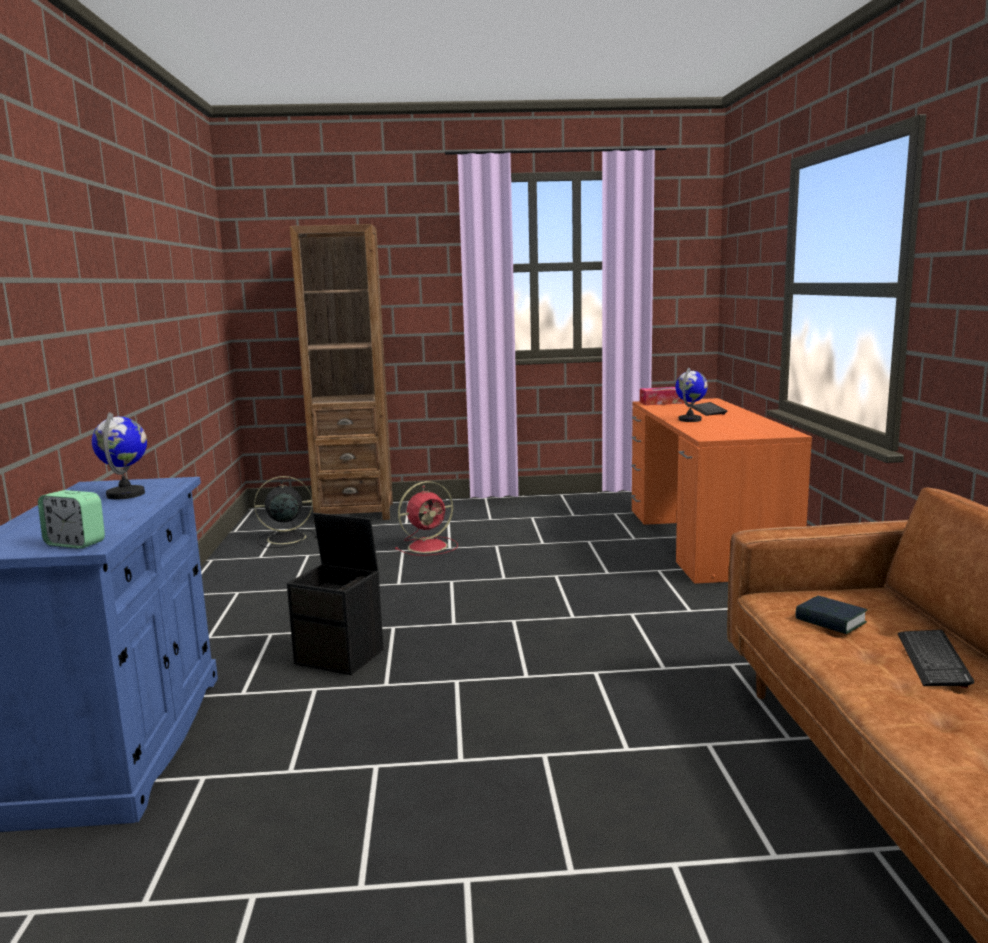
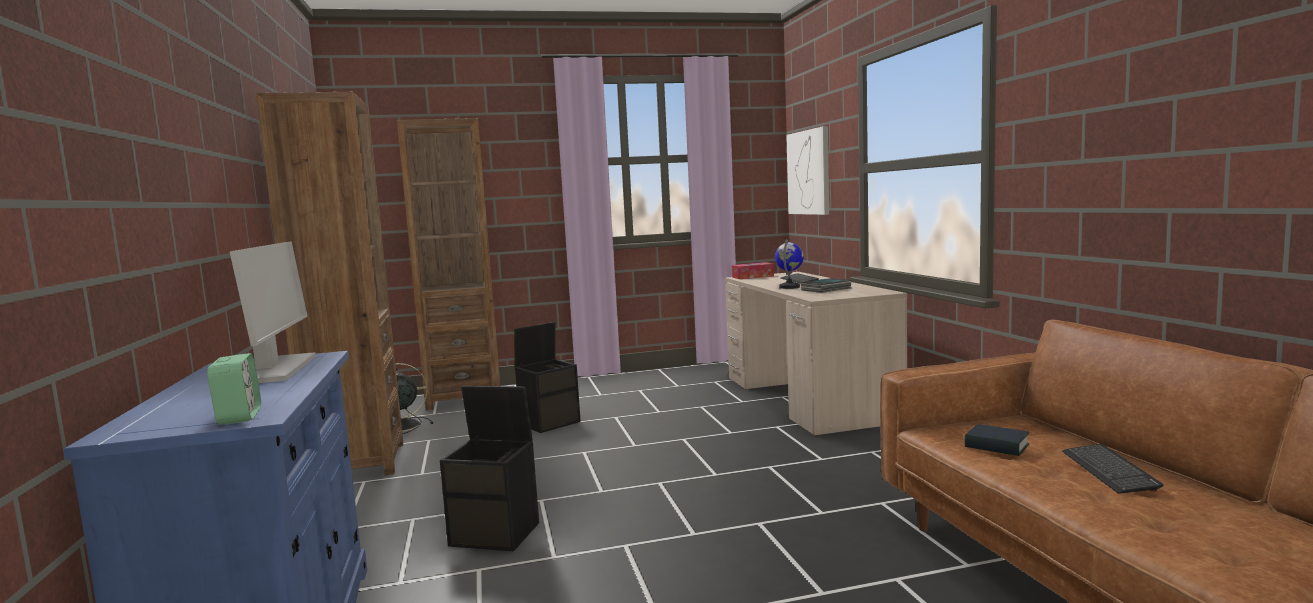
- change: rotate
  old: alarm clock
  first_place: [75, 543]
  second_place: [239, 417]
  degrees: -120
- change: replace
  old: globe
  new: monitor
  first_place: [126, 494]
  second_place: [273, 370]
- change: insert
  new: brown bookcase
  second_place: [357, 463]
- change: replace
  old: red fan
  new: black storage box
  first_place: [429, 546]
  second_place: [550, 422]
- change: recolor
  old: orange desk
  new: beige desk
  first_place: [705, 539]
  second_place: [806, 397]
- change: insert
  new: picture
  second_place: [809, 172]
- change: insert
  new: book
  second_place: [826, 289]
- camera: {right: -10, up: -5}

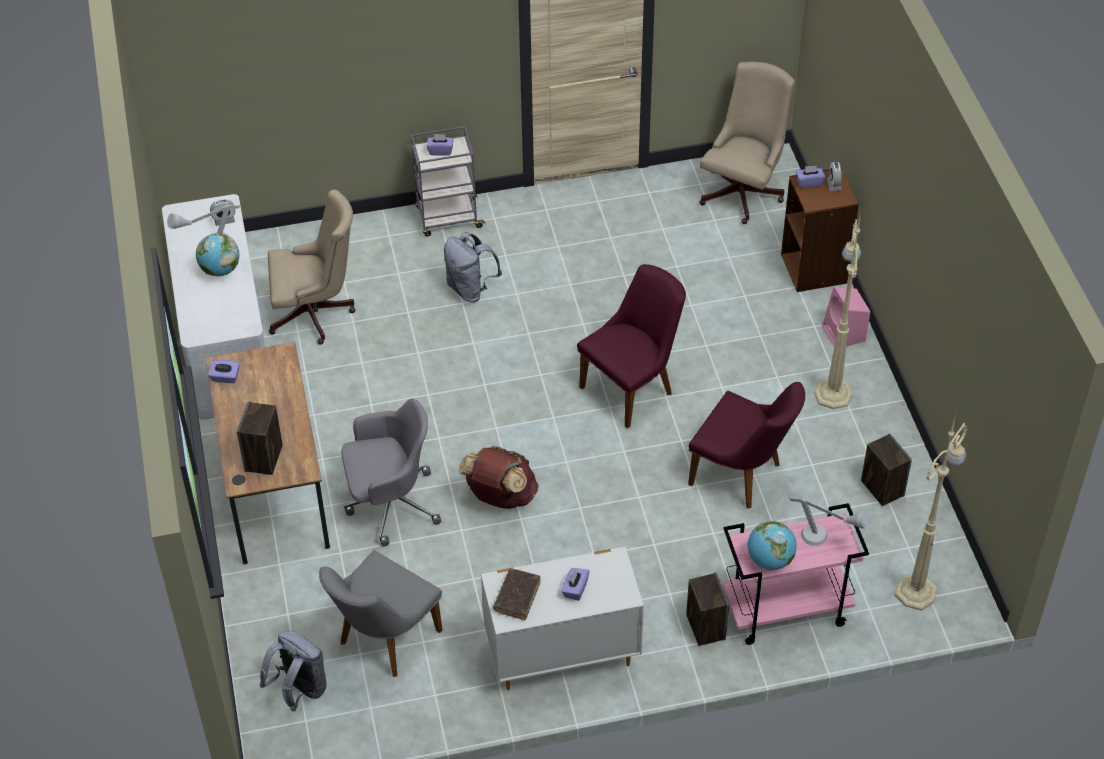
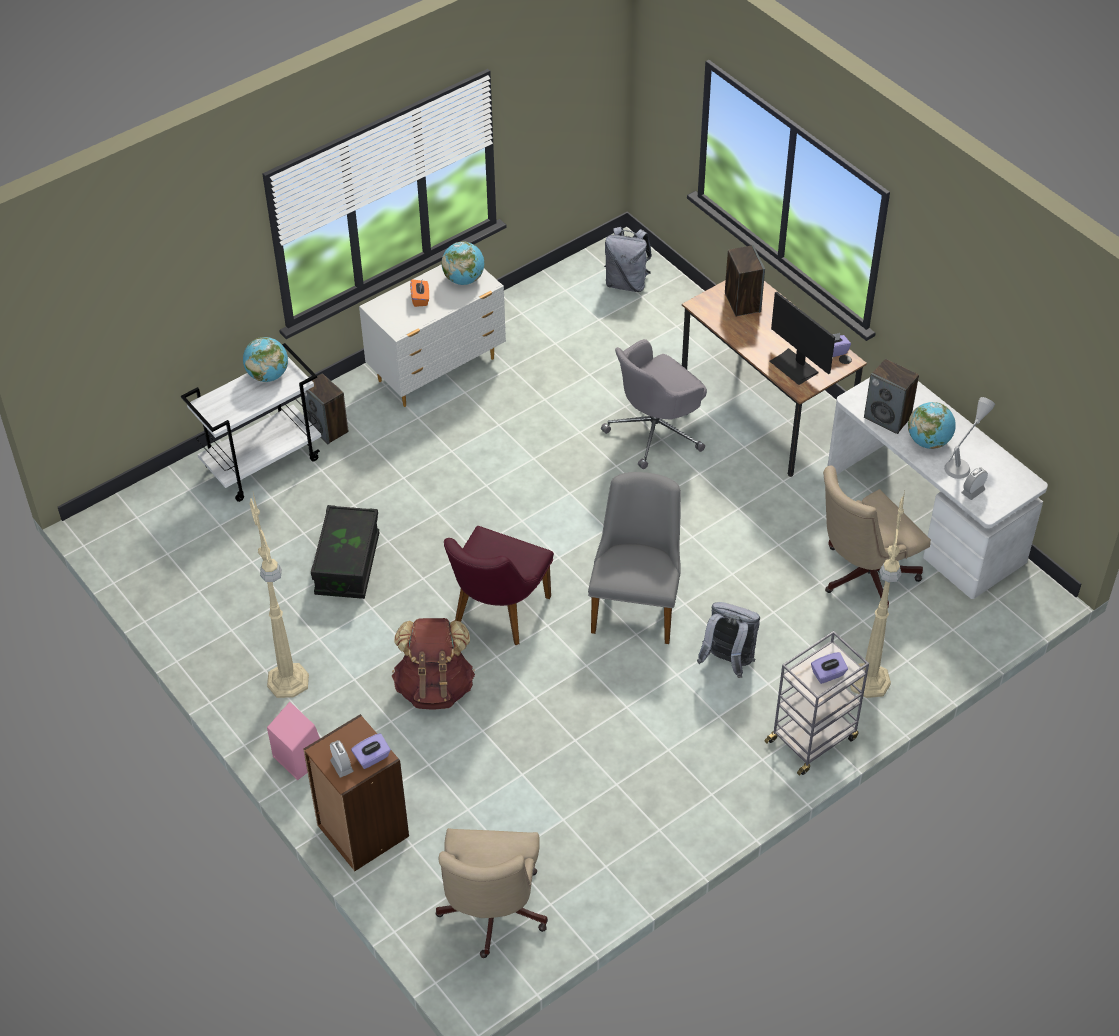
- change: recolor
  old: pink cart
  new: white cart
  first_place: [785, 611]
  second_place: [263, 463]
- change: replace
  old: purple chair
  new: black storage box
  first_place: [743, 476]
  second_place: [347, 564]
- change: move
  old: brown backpack
  first_place: [500, 497]
  second_place: [435, 687]
- change: recolor
  old: purple tissue box
  new: orange tissue box
  first_place: [575, 589]
  second_place: [420, 299]
- change: replace
  old: brown book
  new: globe
  first_place: [517, 597]
  second_place: [464, 279]
- change: move
  old: grey chair
  first_place: [383, 642]
  second_place: [637, 603]
- change: insert
  new: monitor
  second_place: [794, 366]
- change: move
  old: beige floor lamp
  first_place: [917, 591]
  second_place: [868, 682]
- change: move
  old: speaker
  first_place: [882, 488]
  second_place: [888, 417]
- change: delete
  old: grey table lamp
  first_place: [826, 540]
- camera: {right: 155, up: 0}

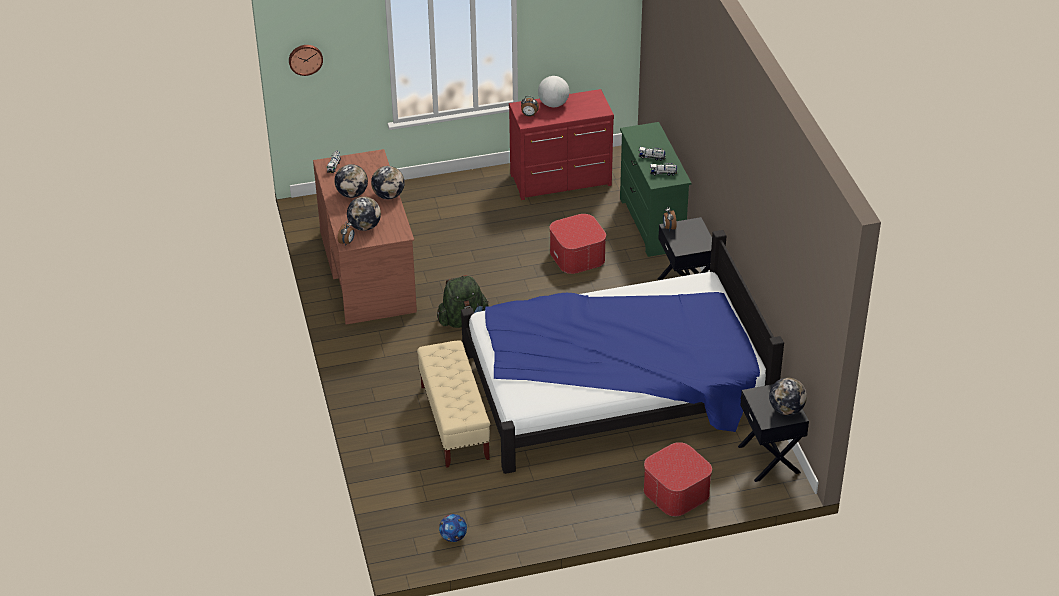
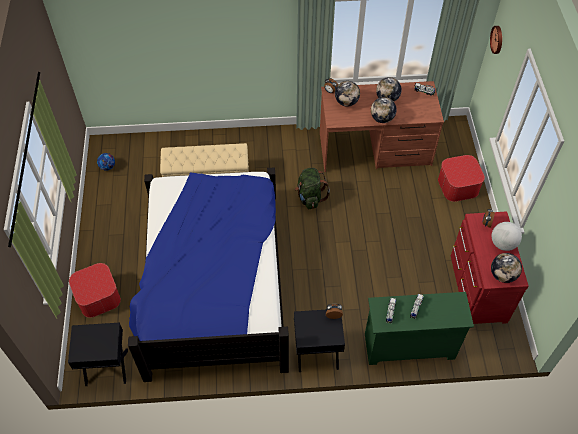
- change: move
  old: ottoman
  first_place: [577, 256]
  second_place: [458, 185]
- change: move
  old: globe
  first_place: [786, 409]
  second_place: [502, 275]
- camera: {right: 100, up: 15}

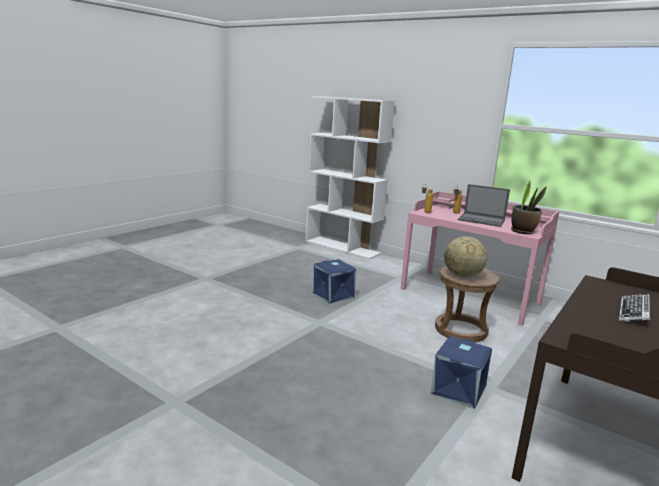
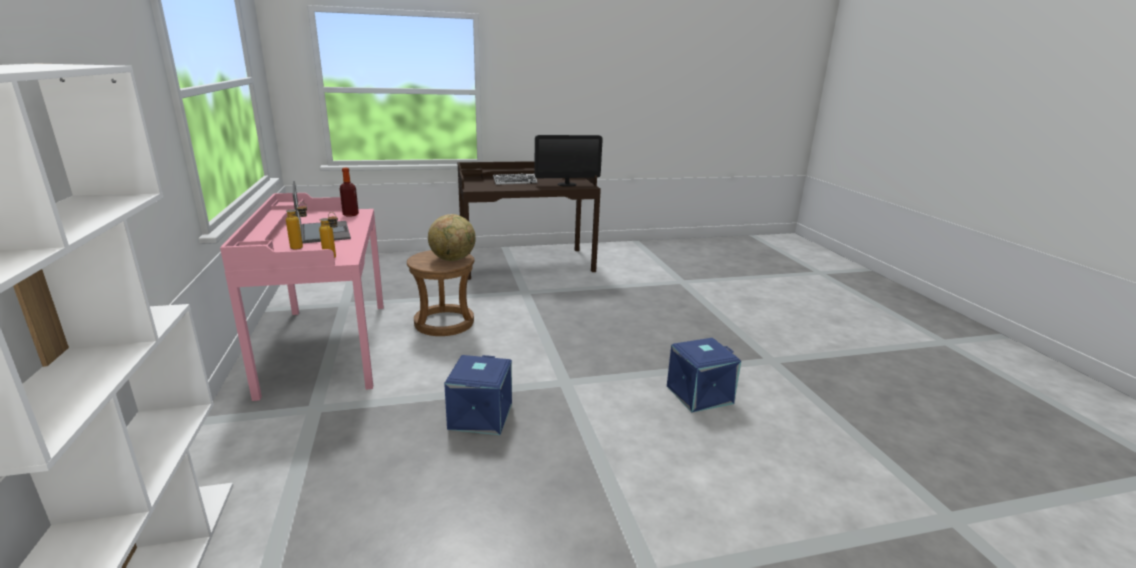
- change: replace
  old: potted plant
  new: bottle
  first_place: [523, 231]
  second_place: [350, 214]
- change: insert
  new: monitor
  second_place: [567, 184]
- change: move
  old: blue storage box
  first_place: [459, 390]
  second_place: [699, 394]
- camera: {right: -140, up: 5}

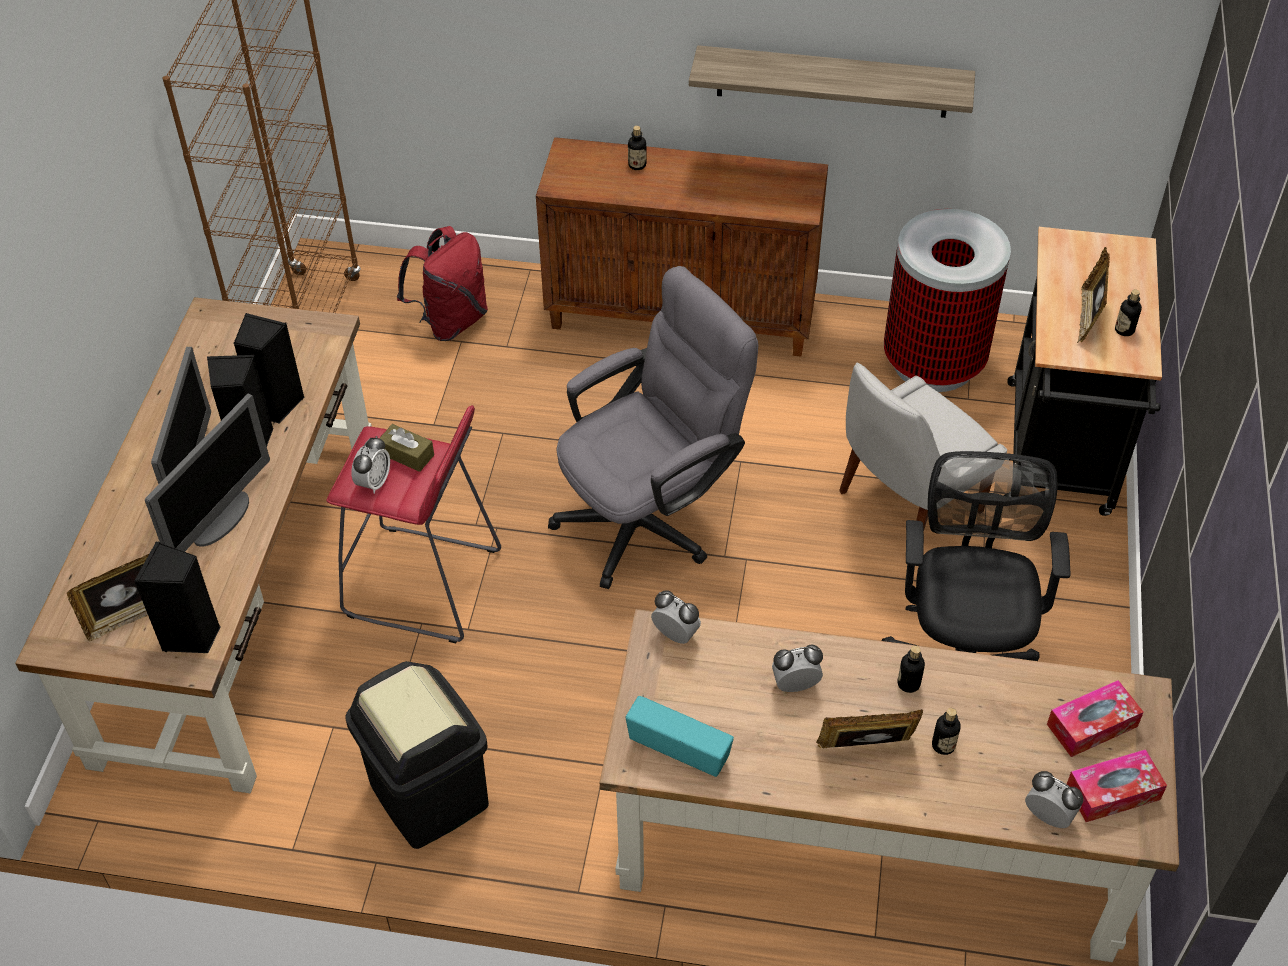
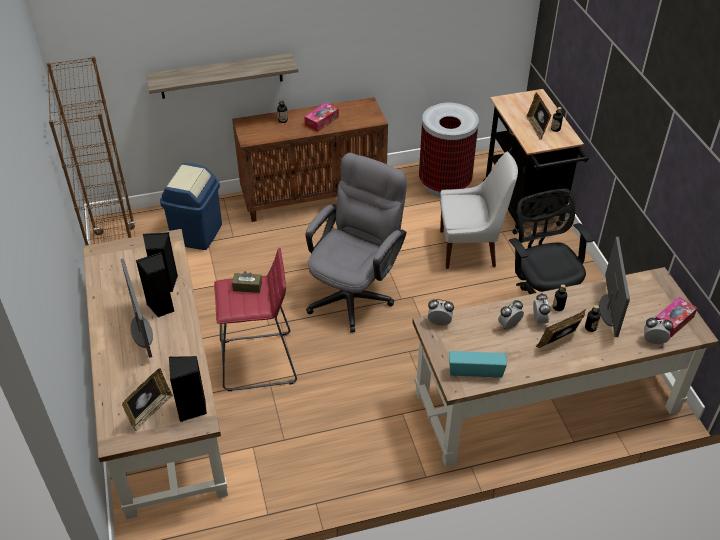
- change: move
  old: shelf
  first_place: [832, 81]
  second_place: [221, 76]
- change: replace
  old: red backpack
  new: blue trash can
  first_place: [451, 321]
  second_place: [196, 233]
- change: move
  old: tissue box
  first_place: [1092, 725]
  second_place: [321, 121]
- change: rotate
  old: white chair
  first_place: [905, 504]
  second_place: [470, 248]
  degrees: -120
- change: move
  old: alarm clock
  first_place: [374, 482]
  second_place: [539, 320]
- change: move
  old: monitor
  first_place: [222, 518]
  second_place: [609, 310]
- change: delete
  old: black trash can
  first_place: [428, 795]
- camera: {right: -25, up: -5}

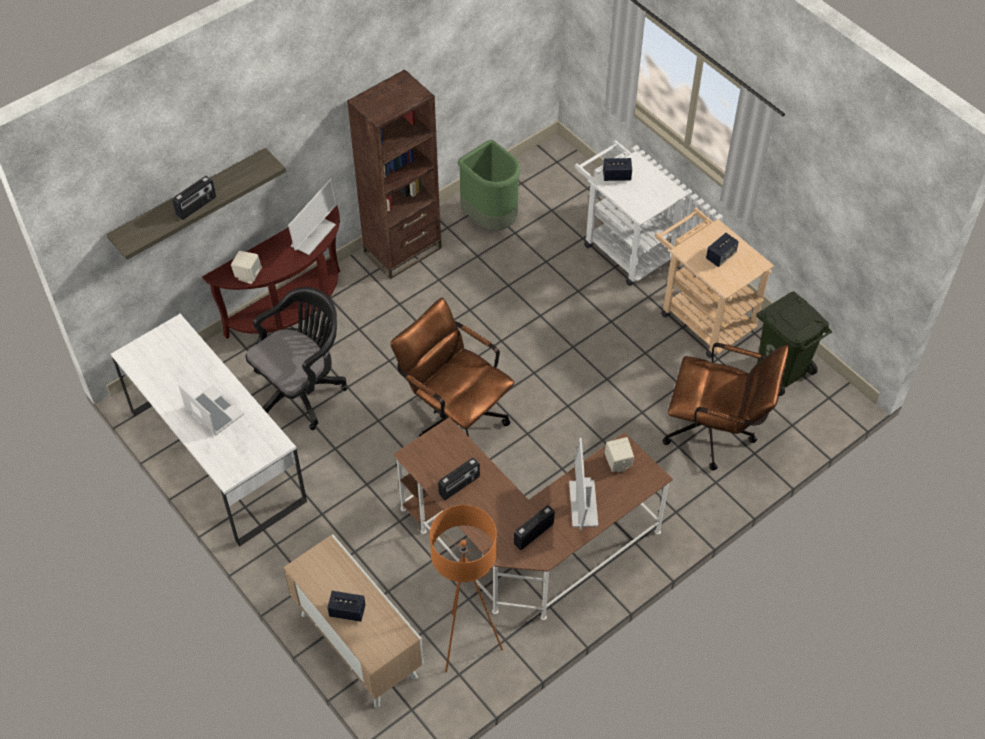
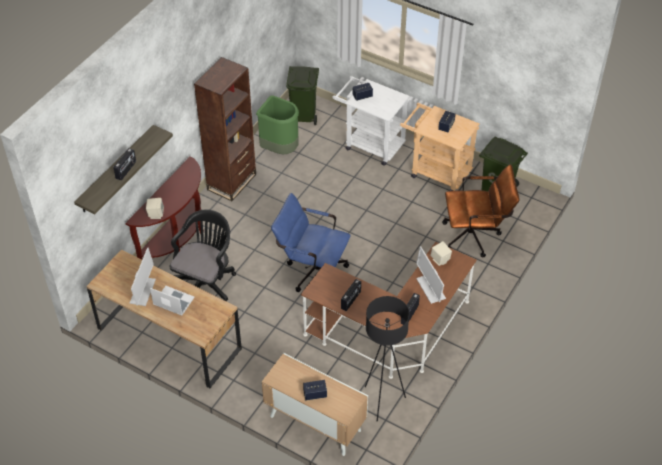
- change: recolor
  old: white desk
  new: brown desk
  first_place: [217, 456]
  second_place: [169, 338]
- change: move
  old: monitor
  first_place: [313, 236]
  second_place: [143, 291]
- change: recolor
  old: brown office chair
  new: blue office chair
  first_place: [455, 415]
  second_place: [311, 270]
- change: insert
  new: green trash can
  second_place: [304, 115]
- change: recolor
  old: orange floor lamp
  new: black floor lamp
  first_place: [466, 643]
  second_place: [382, 401]
- camera: {right: -20, up: -5}

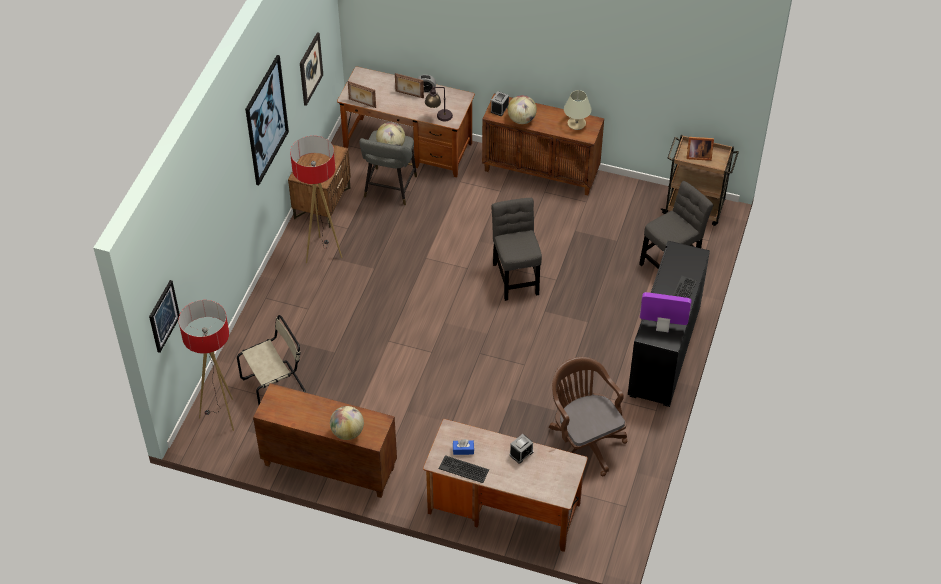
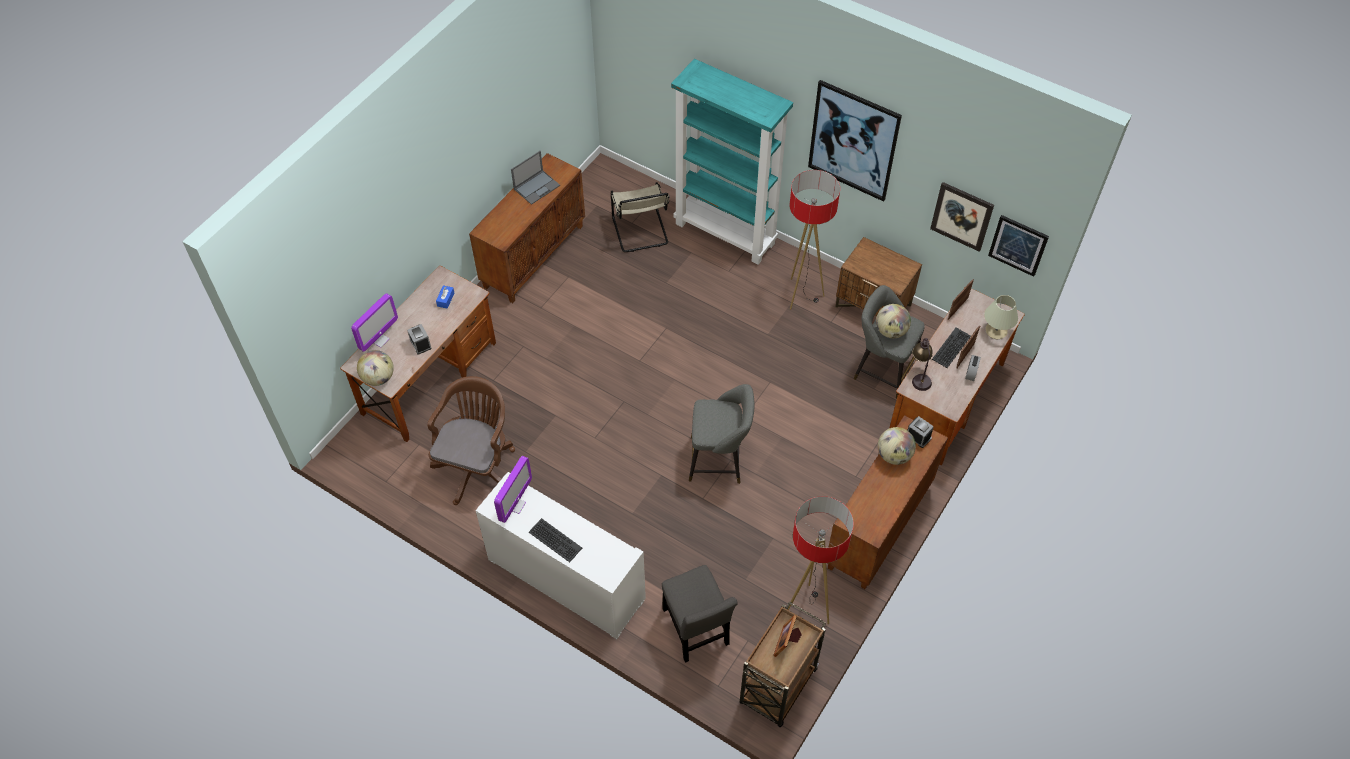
- change: insert
  new: monitor
  second_place: [379, 340]
- change: move
  old: globe
  first_place: [347, 432]
  second_place: [378, 378]
- change: rotate
  old: brown office chair
  first_place: [583, 441]
  second_place: [477, 465]
  degrees: -60
- change: recolor
  old: black cabinet
  new: white cabinet
  first_place: [664, 350]
  second_place: [566, 579]
- change: insert
  new: laptop
  second_place: [537, 187]
- change: insert
  new: turquoise bookcase
  second_place: [726, 233]
- change: replace
  old: grey chair
  new: grey stool
  first_place: [515, 276]
  second_place: [719, 460]
- change: move
  old: floor lamp
  first_place: [221, 415]
  second_place: [807, 608]
- change: move
  old: keyboard
  first_place: [464, 469]
  second_place: [951, 348]
- change: move
  old: beige table lamp
  first_place: [576, 123]
  second_place: [996, 331]
- change: move
  old: picture
  first_place: [163, 316]
  second_place: [1018, 245]
- camera: {right: 105, up: 5}

